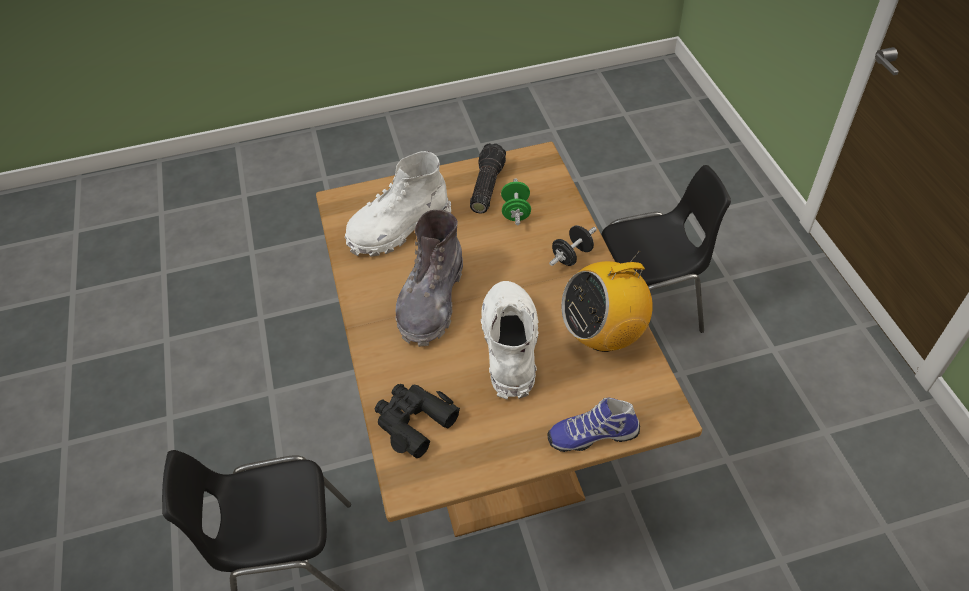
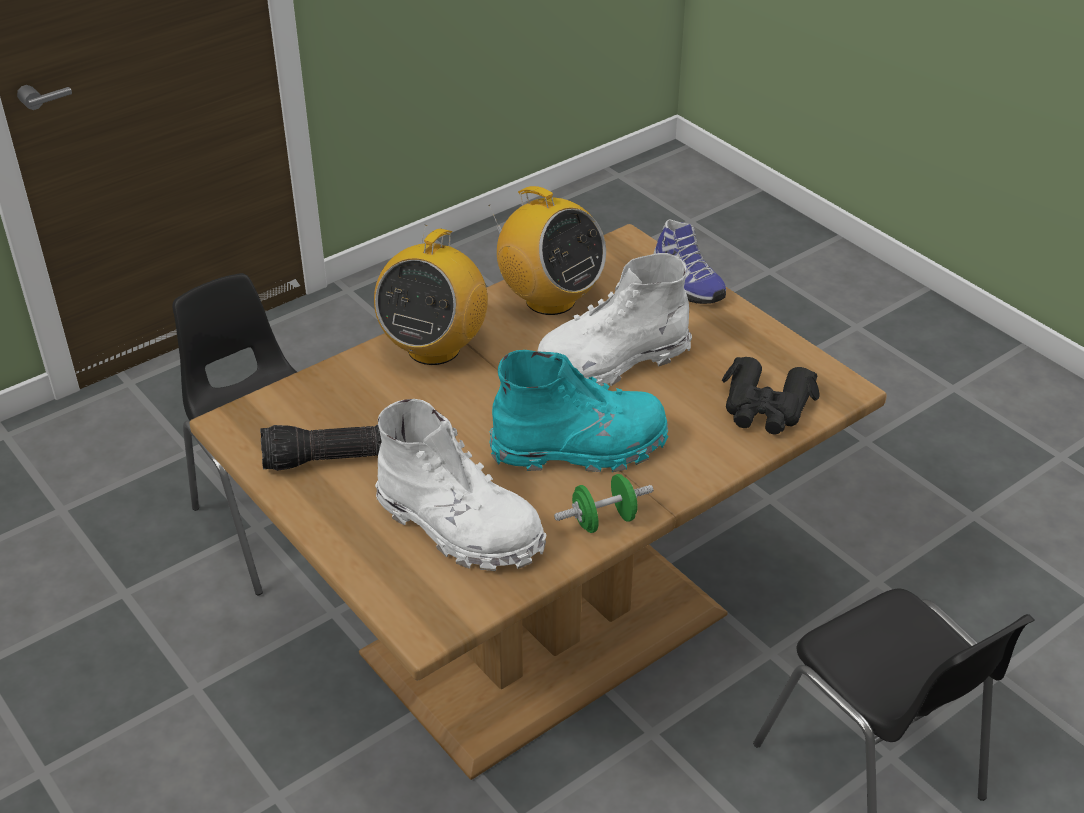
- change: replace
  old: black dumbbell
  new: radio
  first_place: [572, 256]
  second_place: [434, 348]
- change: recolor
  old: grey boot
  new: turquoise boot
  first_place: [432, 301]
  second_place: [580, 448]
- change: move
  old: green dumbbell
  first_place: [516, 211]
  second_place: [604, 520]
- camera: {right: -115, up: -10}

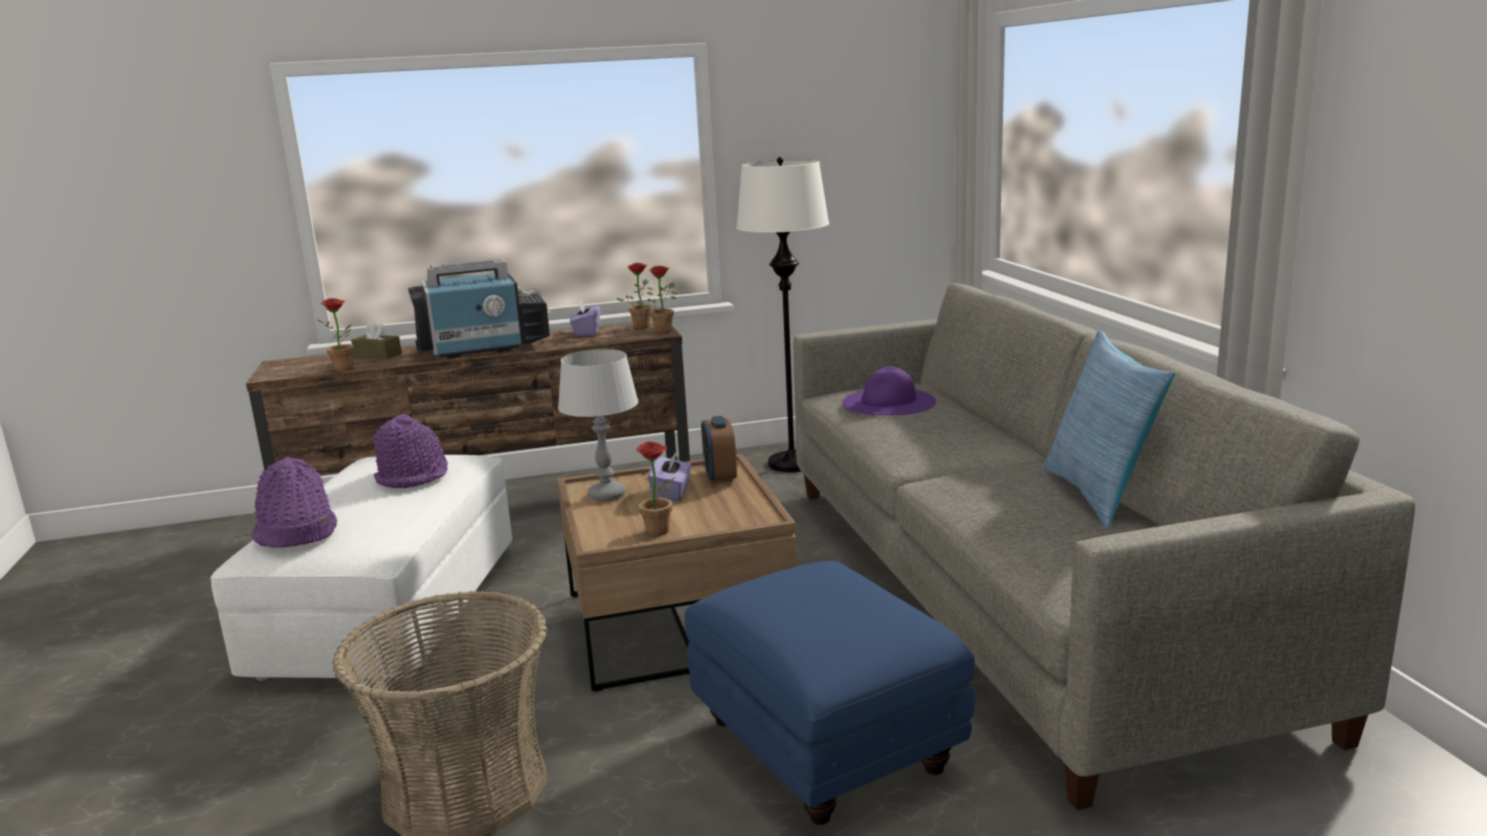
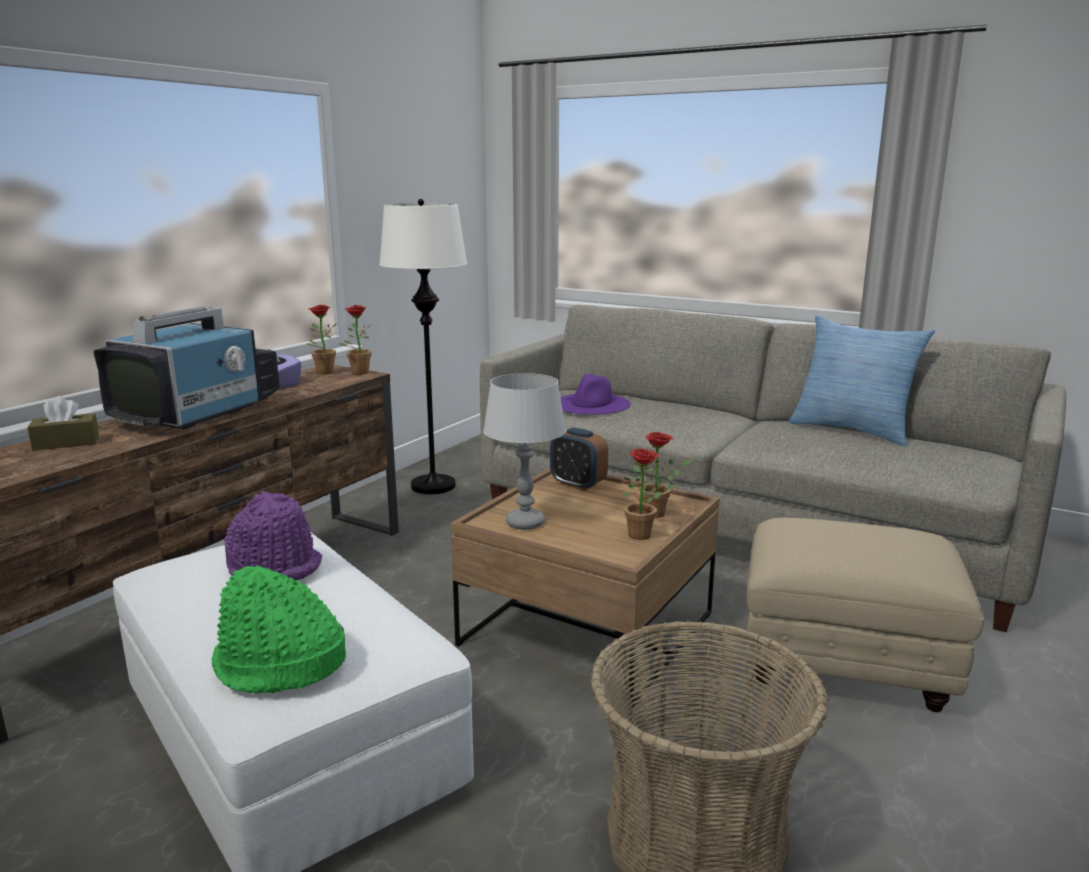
- change: recolor
  old: purple hat
  new: green hat
  first_place: [295, 533]
  second_place: [278, 666]
- change: move
  old: potted plant
  first_place: [347, 369]
  second_place: [658, 513]
- change: recolor
  old: blue ottoman
  new: beige ottoman
  first_place: [827, 748]
  second_place: [846, 664]
- change: delete
  old: purple tissue box
  first_place: [672, 493]
- camera: {right: -45, up: 0}

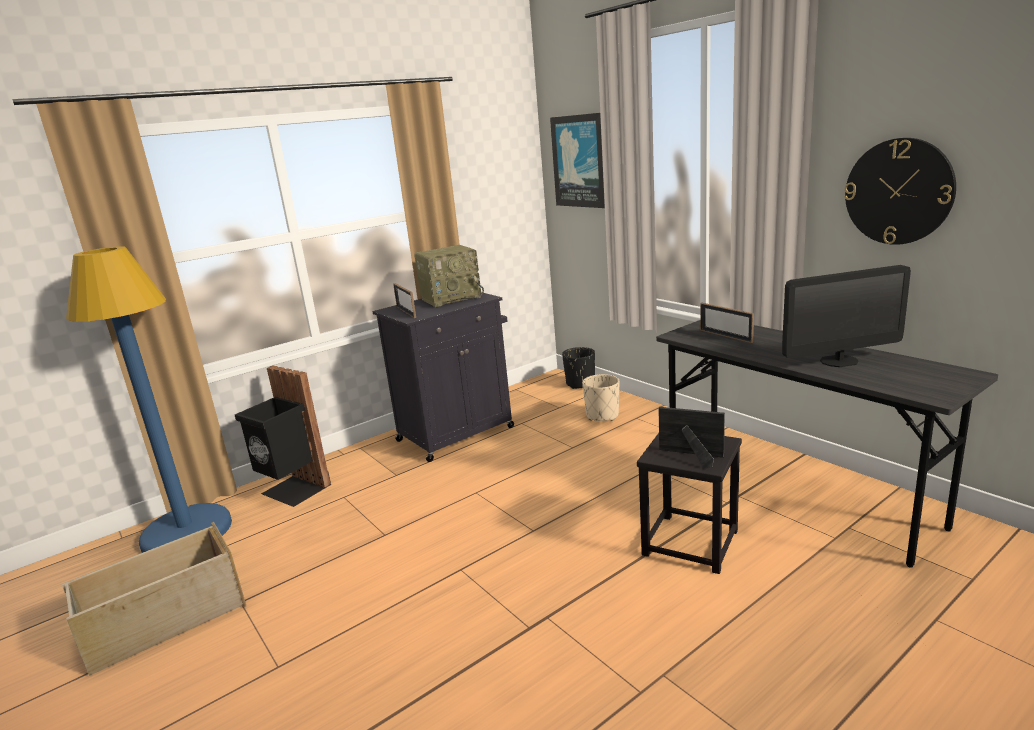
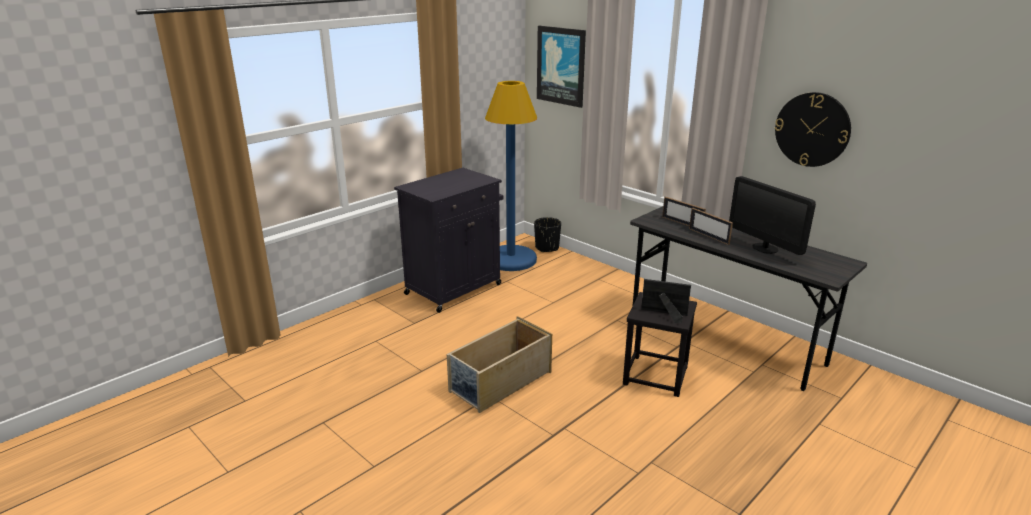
- change: move
  old: beige storage box
  first_place: [164, 621]
  second_place: [500, 382]
- change: move
  old: blue floor lamp
  first_place: [187, 532]
  second_place: [510, 259]
- change: move
  old: picture frame
  first_place: [406, 312]
  second_place: [708, 236]
- change: rotate
  old: monitor
  first_place: [839, 361]
  second_place: [765, 248]
  degrees: 75
- change: delete
  old: black trash can
  first_place: [293, 490]
- change: delete
  old: radio
  first_place: [451, 298]
- change: delete
  old: beige planter
  first_place: [602, 415]
- camera: {right: -10, up: 5}

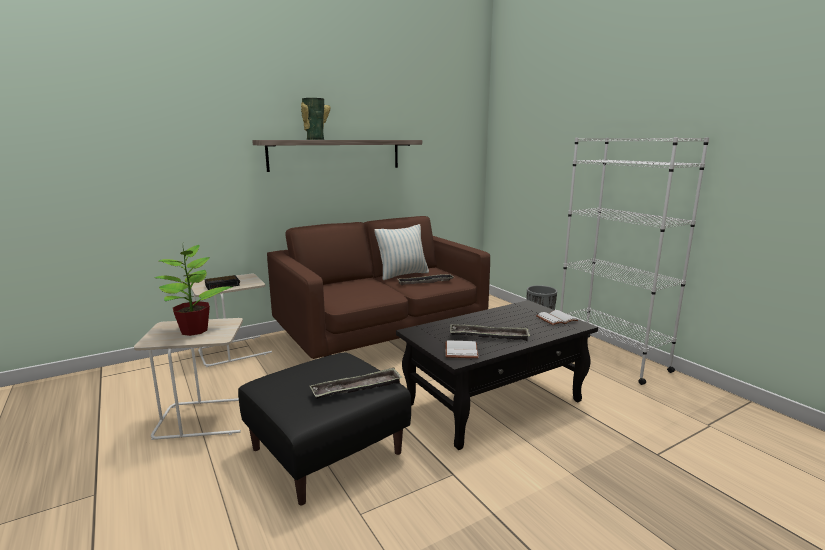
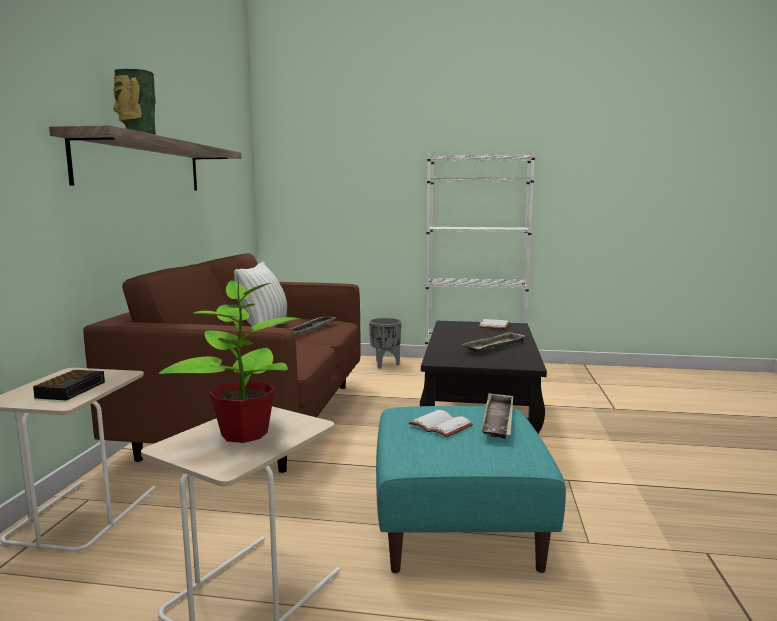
- change: recolor
  old: black ottoman
  new: turquoise ottoman
  first_place: [326, 450]
  second_place: [457, 525]
- change: move
  old: white book
  first_place: [460, 350]
  second_place: [439, 426]
- camera: {right: -50, up: -5}

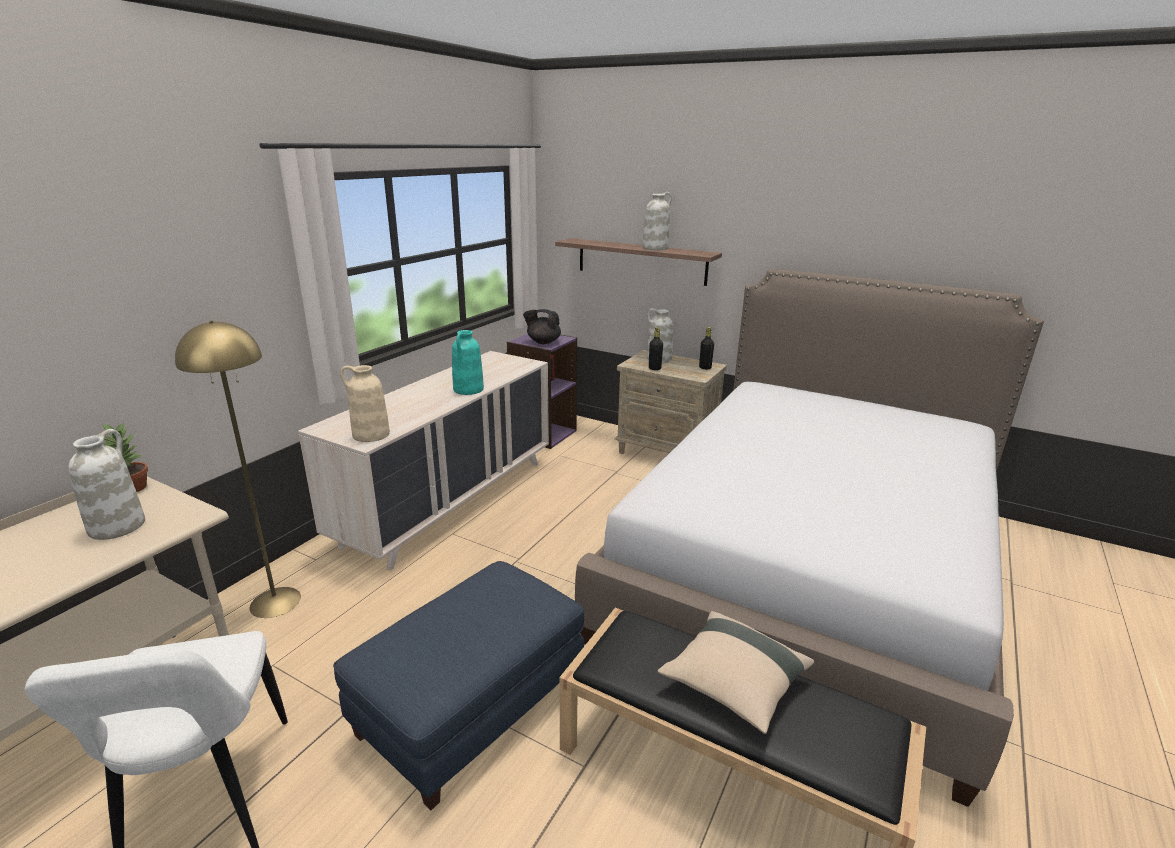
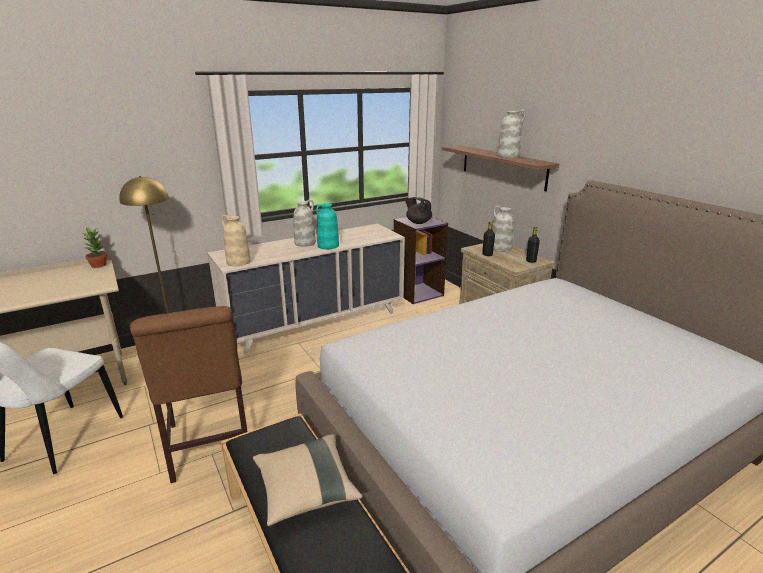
- change: replace
  old: blue ottoman
  new: brown chair
  first_place: [470, 706]
  second_place: [209, 447]
- change: move
  old: white vase
  first_place: [117, 526]
  second_place: [305, 243]
- camera: {right: 30, up: 0}

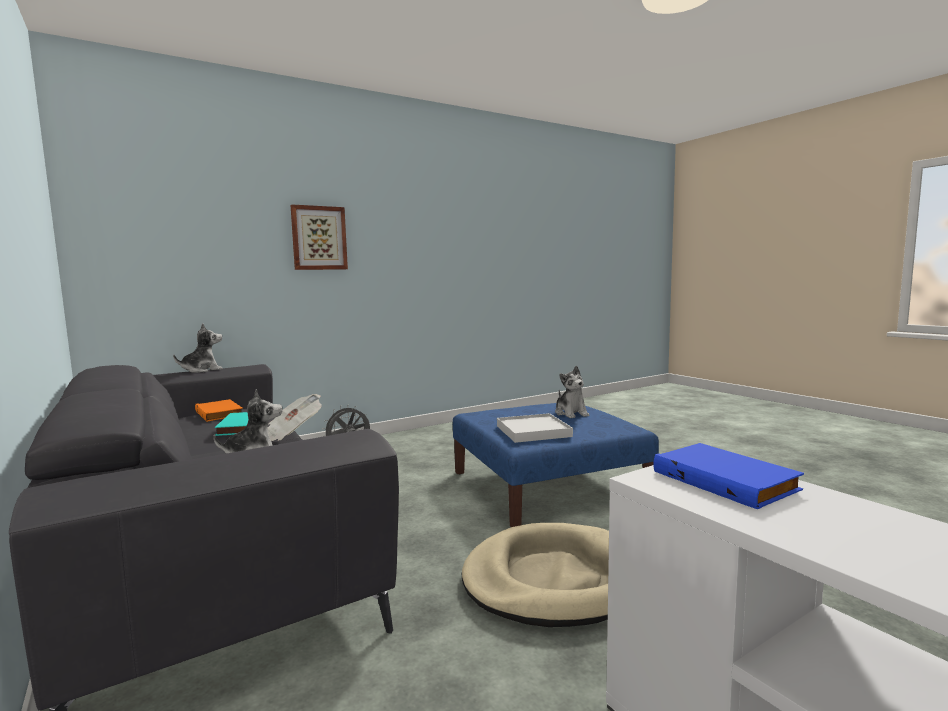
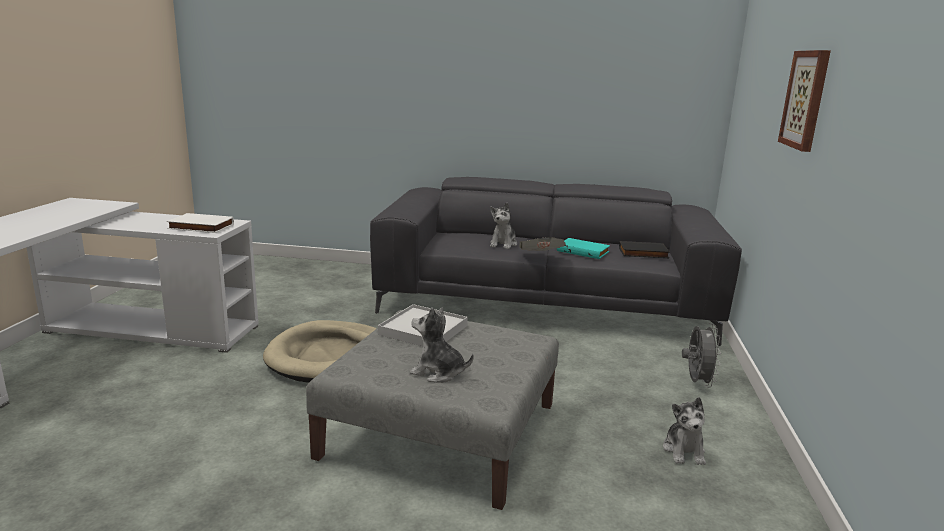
- change: recolor
  old: blue book
  new: white book
  first_place: [727, 480]
  second_place: [200, 227]
- change: recolor
  old: blue ottoman
  new: grey ottoman
  first_place: [548, 485]
  second_place: [441, 431]
- change: recolor
  old: orange book
  new: black book
  first_place: [220, 413]
  second_place: [643, 253]
- change: move
  old: plush toy
  first_place: [202, 370]
  second_place: [684, 451]
- camera: {right: 130, up: 10}

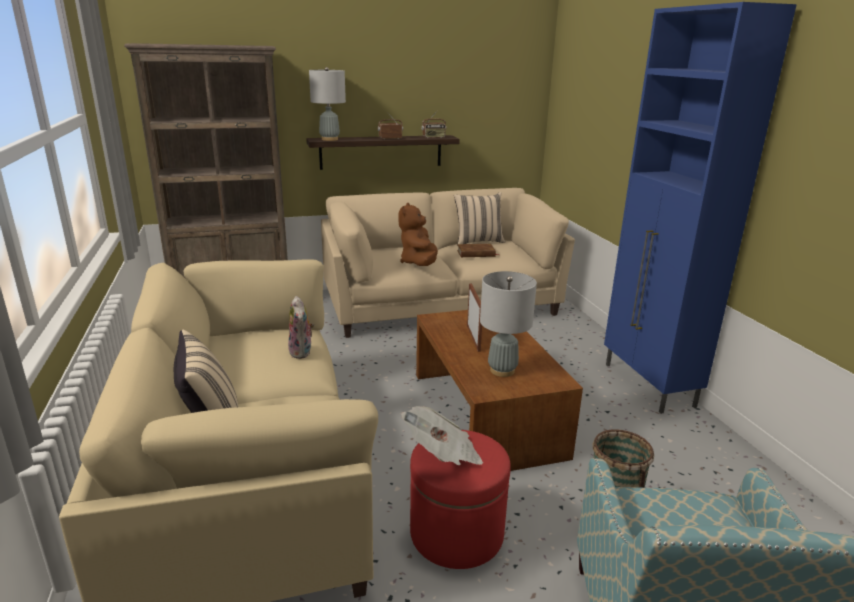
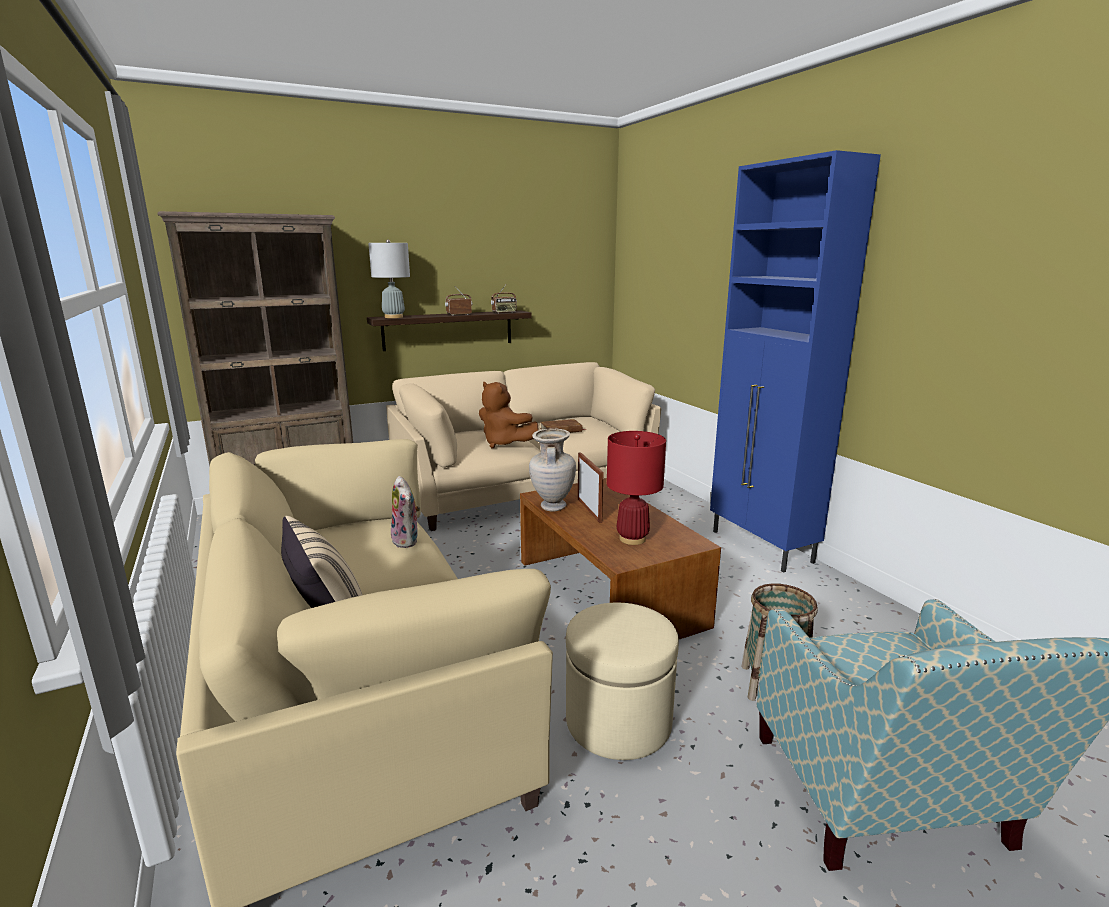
- change: rotate
  old: brown plush toy
  first_place: [419, 263]
  second_place: [504, 443]
  degrees: -45
- change: insert
  new: beige vase
  second_place: [552, 507]
- change: recolor
  old: red ottoman
  new: beige ottoman
  first_place: [456, 533]
  second_place: [618, 721]
- change: recolor
  old: grey table lamp
  new: red table lamp
  first_place: [502, 370]
  second_place: [632, 539]
- change: delete
  old: newspaper
  first_place: [442, 454]
- change: delete
  old: beige pillow
  first_place: [478, 241]
- camera: {right: -10, up: -5}

